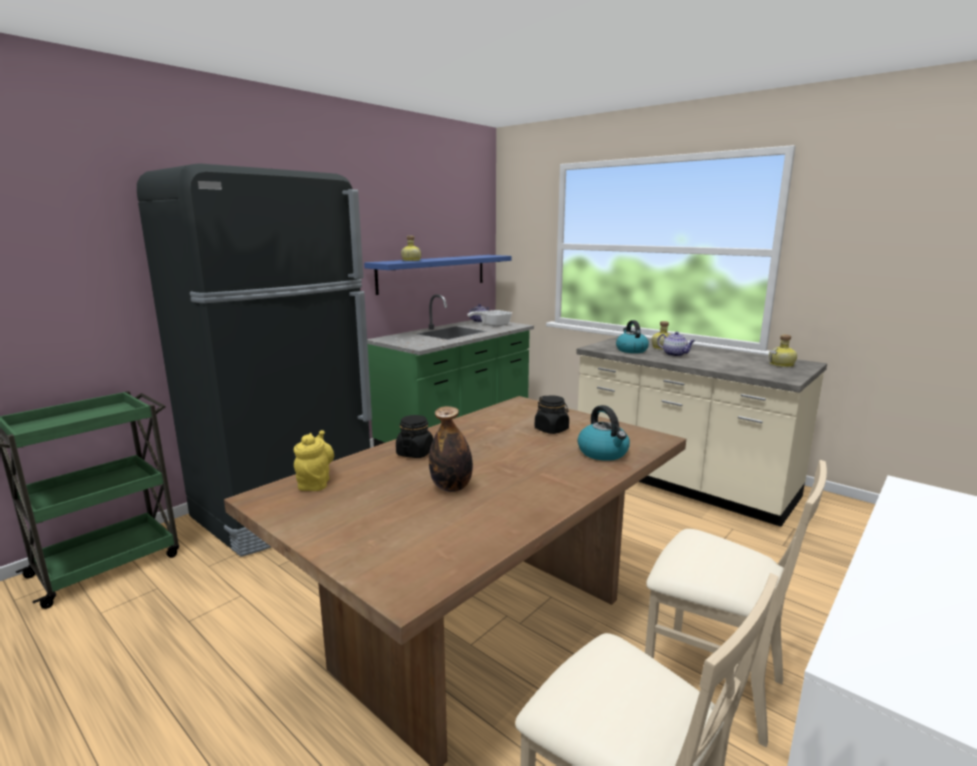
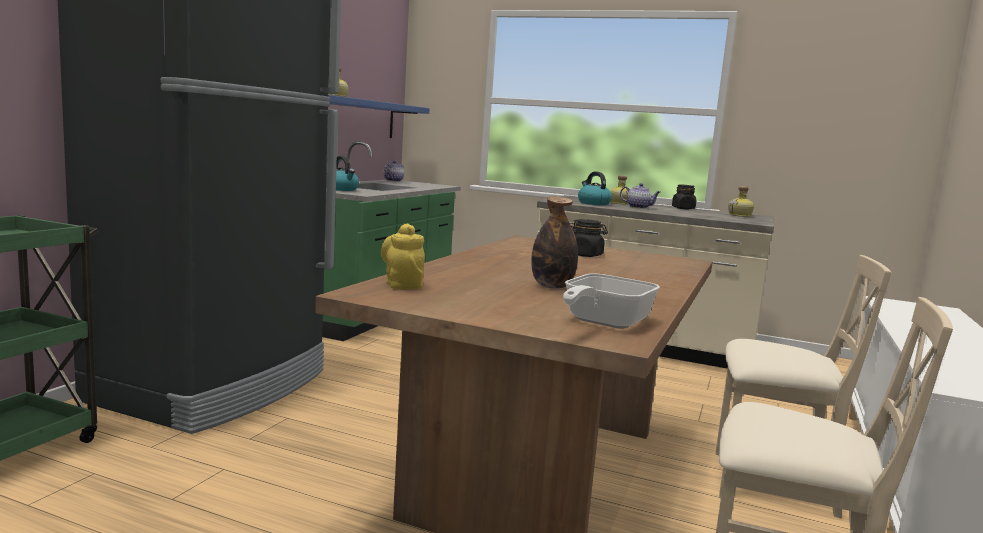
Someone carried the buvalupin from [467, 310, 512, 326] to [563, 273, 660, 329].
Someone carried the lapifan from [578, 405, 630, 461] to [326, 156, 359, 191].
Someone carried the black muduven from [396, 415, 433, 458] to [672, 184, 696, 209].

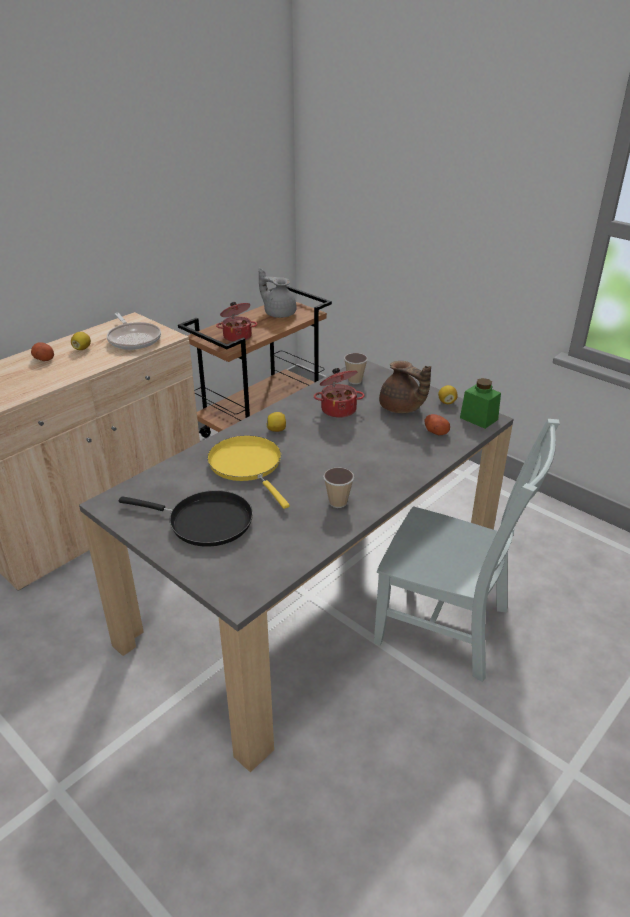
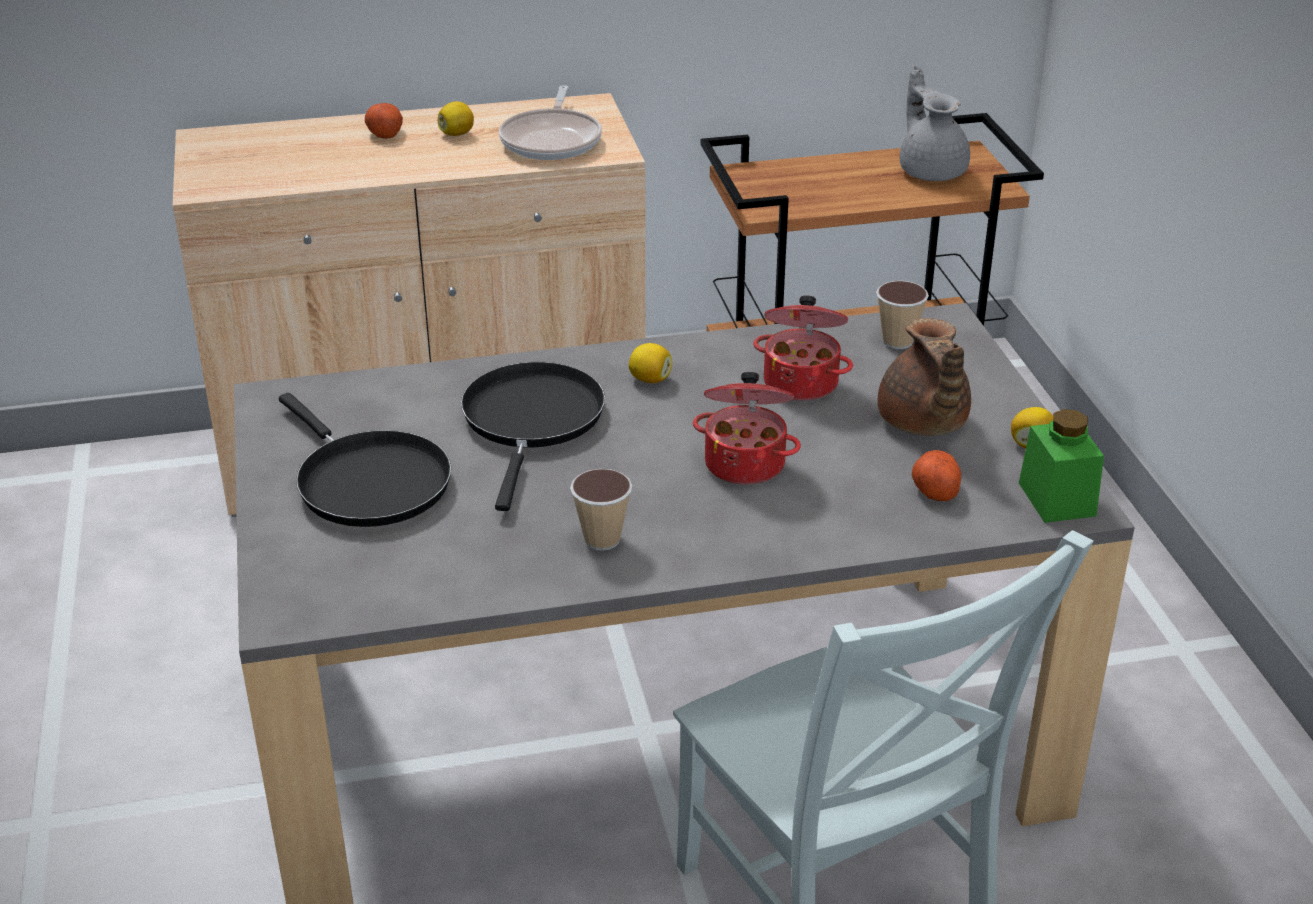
Someone carried the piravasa from [216, 302, 257, 342] to [693, 372, 801, 485].
Someone repainted the yellow buvalupin at [207, 435, 290, 509], which became the black buvalupin at [461, 362, 605, 511].

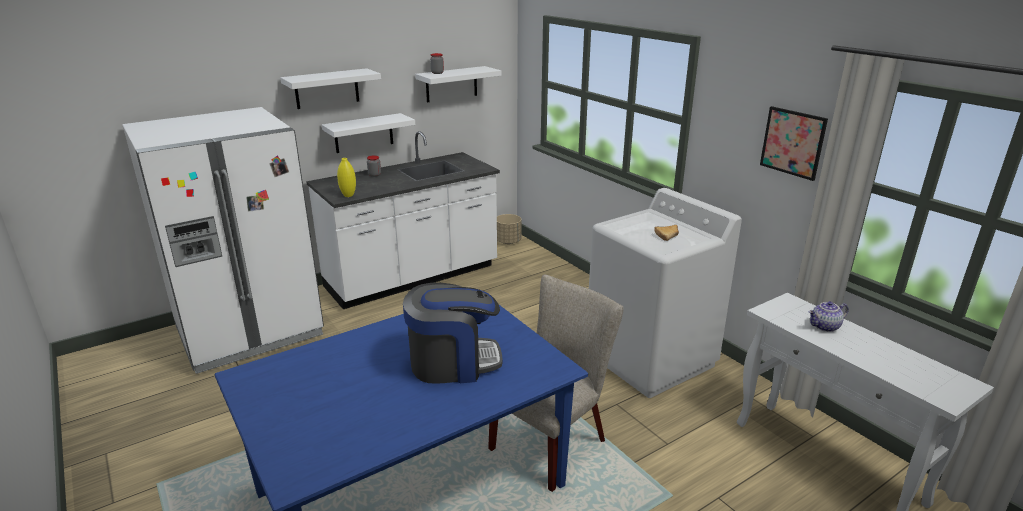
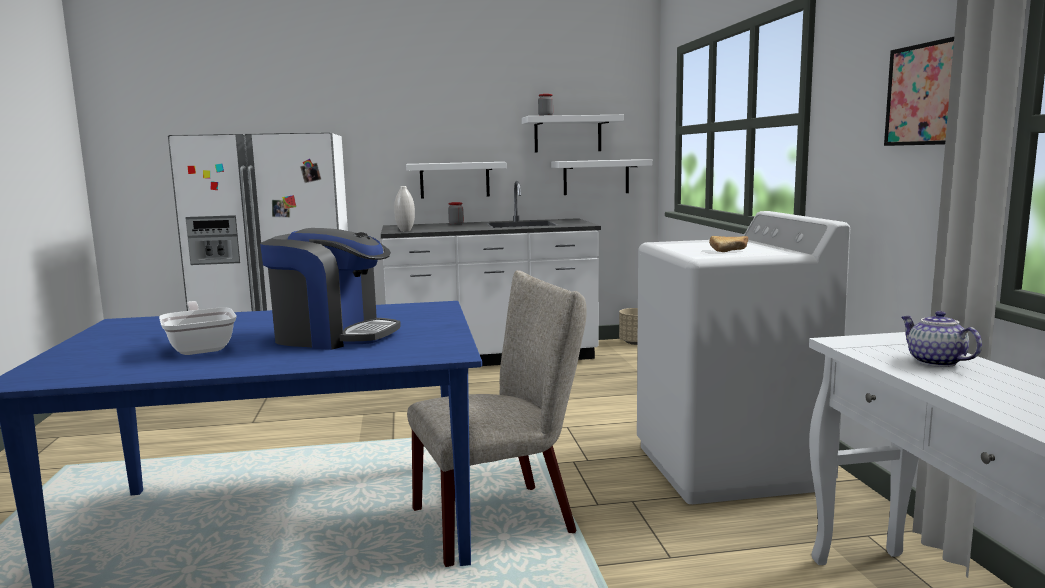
Someone carried the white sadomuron from [280, 68, 381, 109] to [551, 159, 652, 195].
Someone repainted the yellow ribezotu at [337, 158, 356, 197], which became the white ribezotu at [394, 186, 415, 232].
Someone rotated the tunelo at [809, 301, 849, 332] by 60 degrees clockwise.
Someone put down the buvalupin at [159, 301, 237, 355].

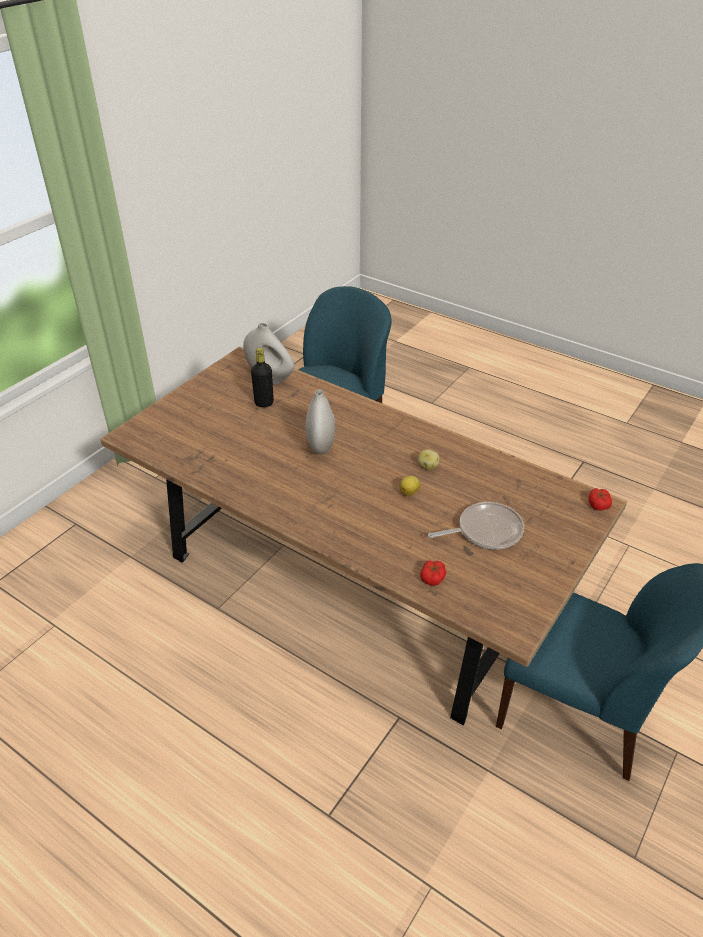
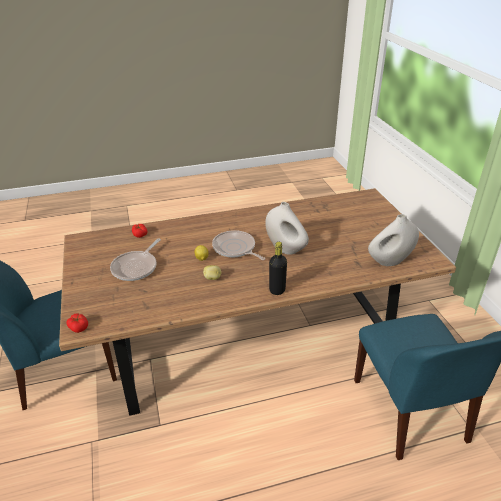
Someone carried the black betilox from [251, 348, 274, 407] to [269, 242, 287, 295].
Someone put down the buvalupin at [212, 230, 265, 260].

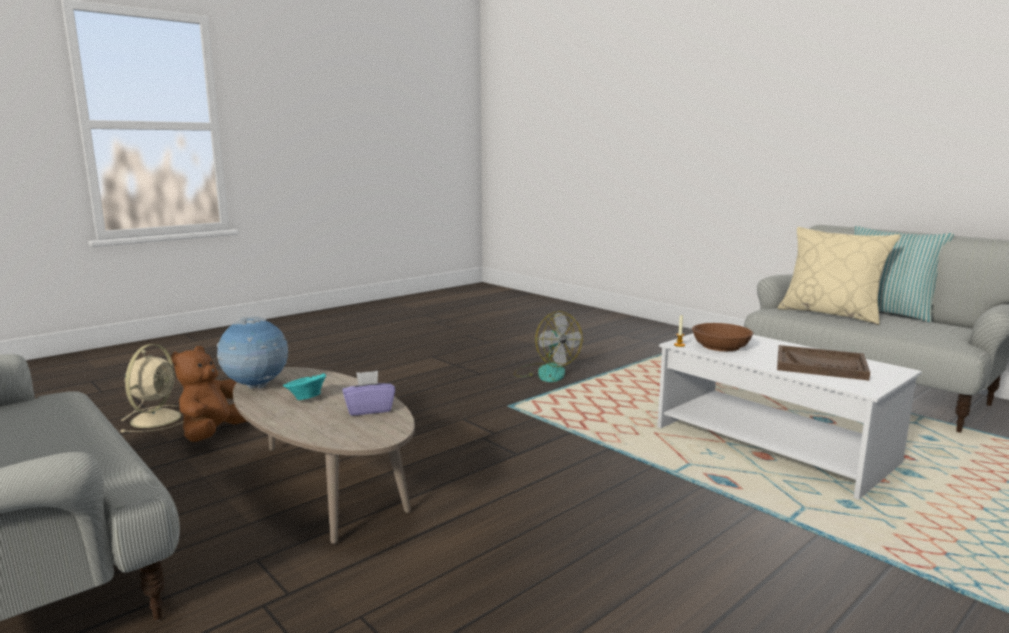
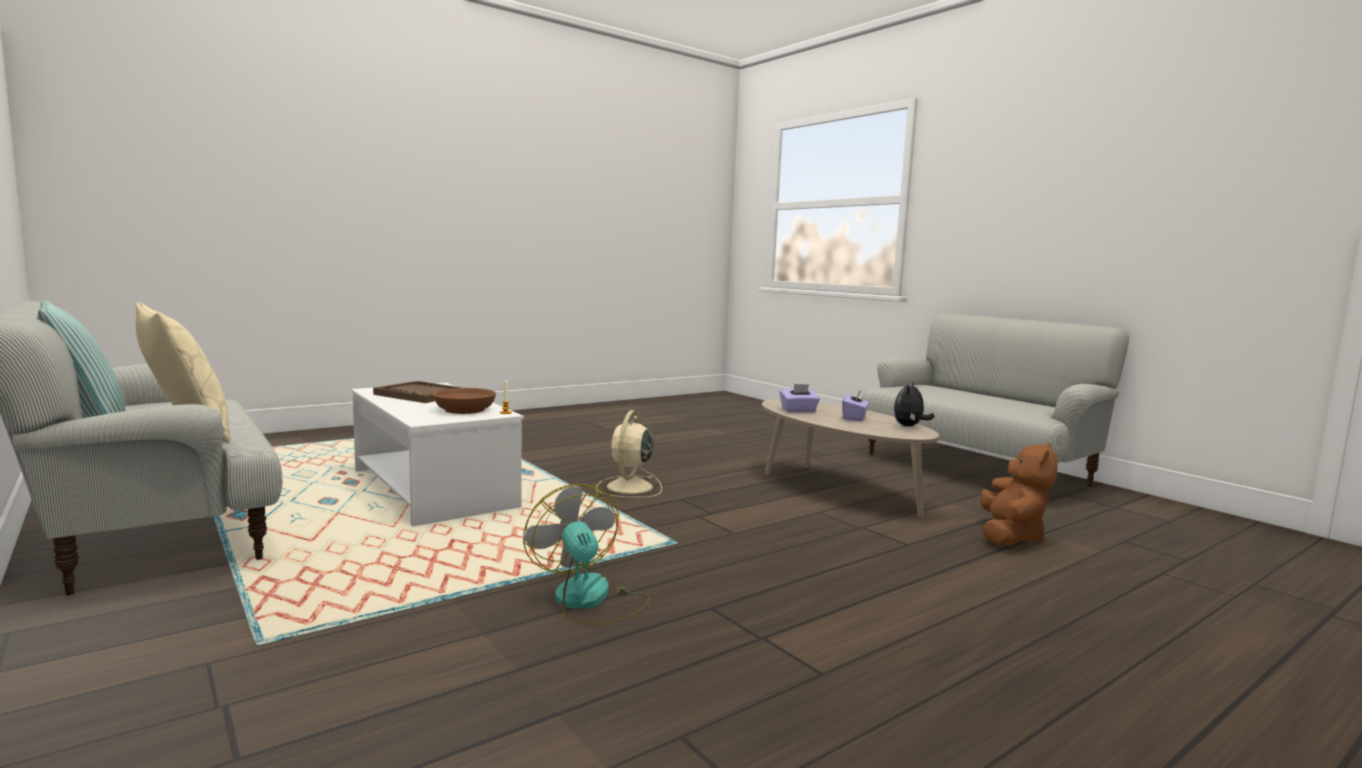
Someone swapped the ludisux at [217, 316, 288, 389] for the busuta at [894, 383, 934, 426].
Someone carried the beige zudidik from [120, 344, 183, 433] to [596, 410, 662, 498].
Someone swapped the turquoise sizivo at [283, 373, 326, 400] for the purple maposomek at [842, 390, 869, 421].

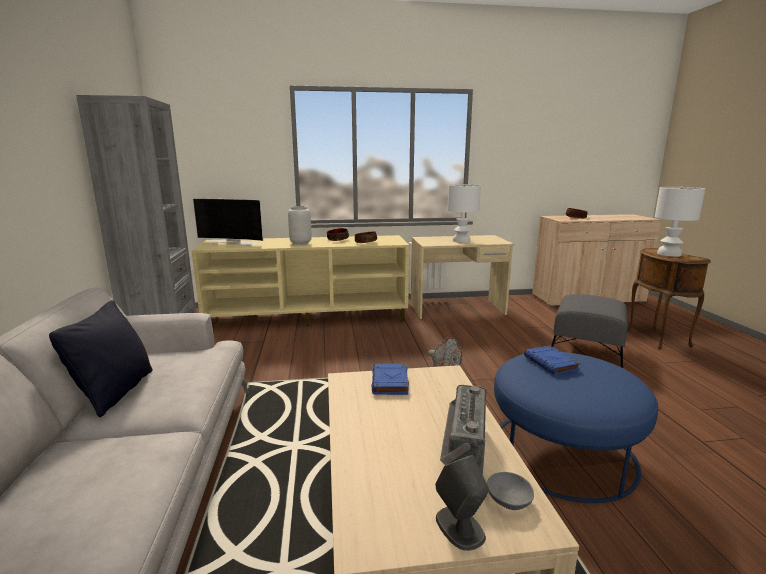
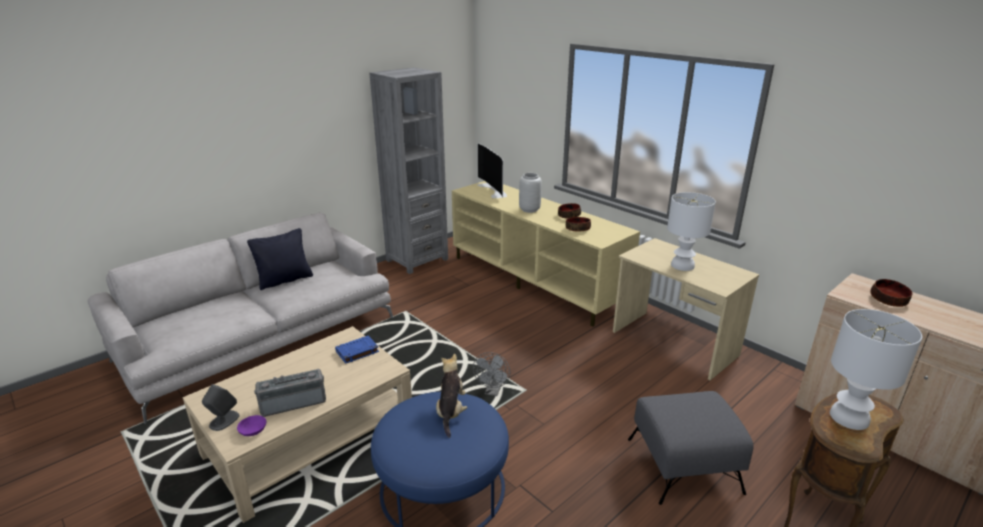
Someone swapped the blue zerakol at [524, 346, 581, 375] for the busuta at [436, 354, 467, 438].
Someone repainted the grey sizivo at [487, 472, 534, 510], which became the purple sizivo at [237, 415, 266, 436].

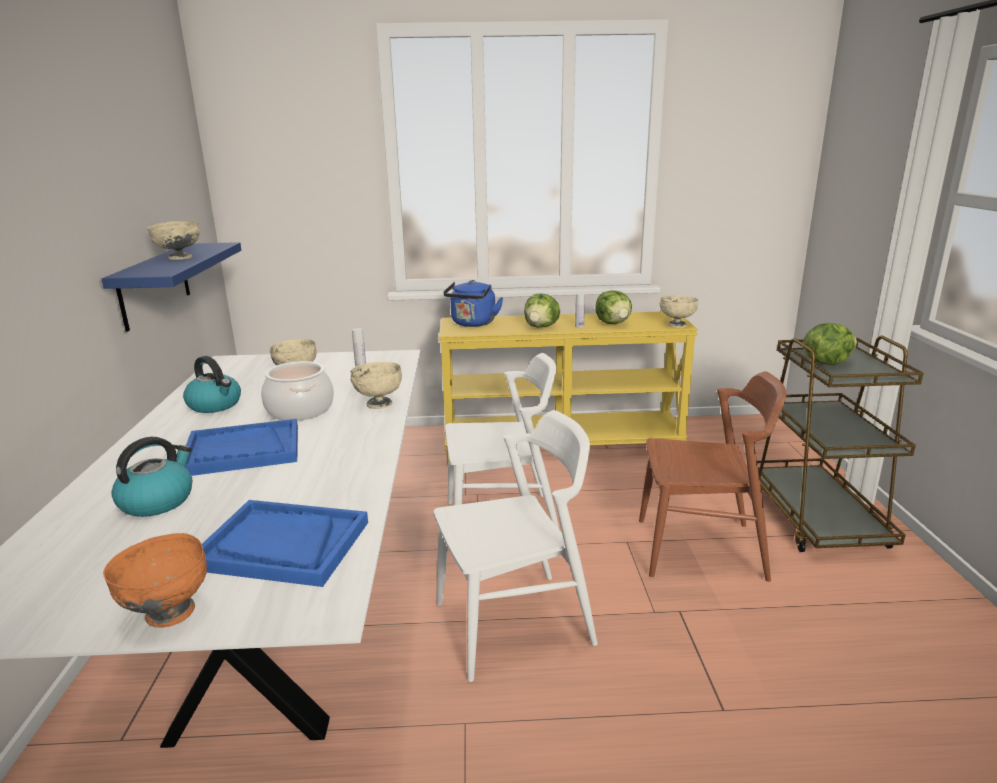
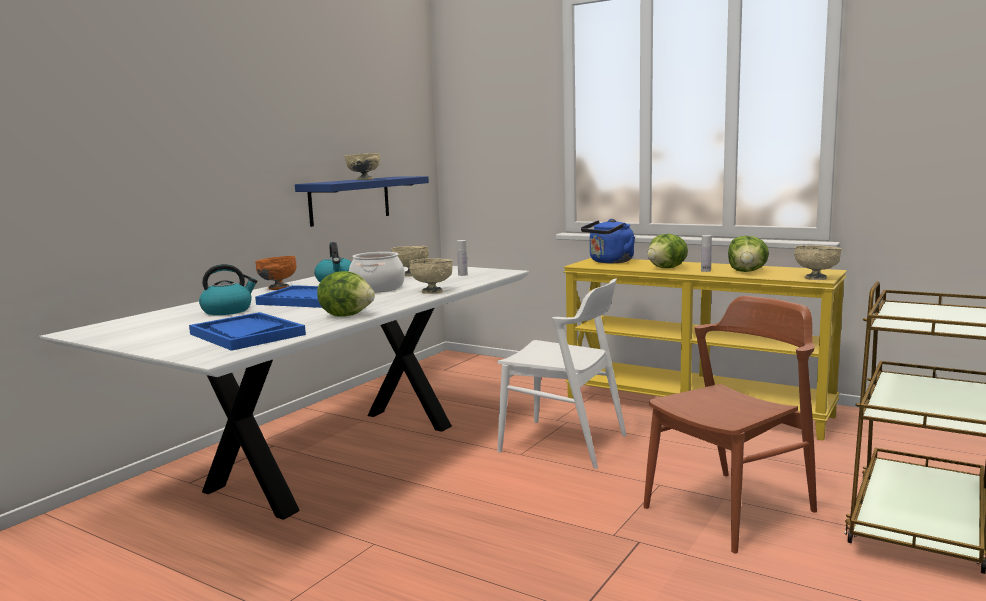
Someone carried the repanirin from [803, 323, 857, 365] to [317, 271, 375, 317].
Someone rotated the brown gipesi at [639, 371, 786, 582] by 75 degrees counterclockwise.
Someone took away the white gipesi at [434, 410, 598, 682].
Someone carried the orange sizivo from [103, 533, 207, 628] to [255, 256, 296, 290].

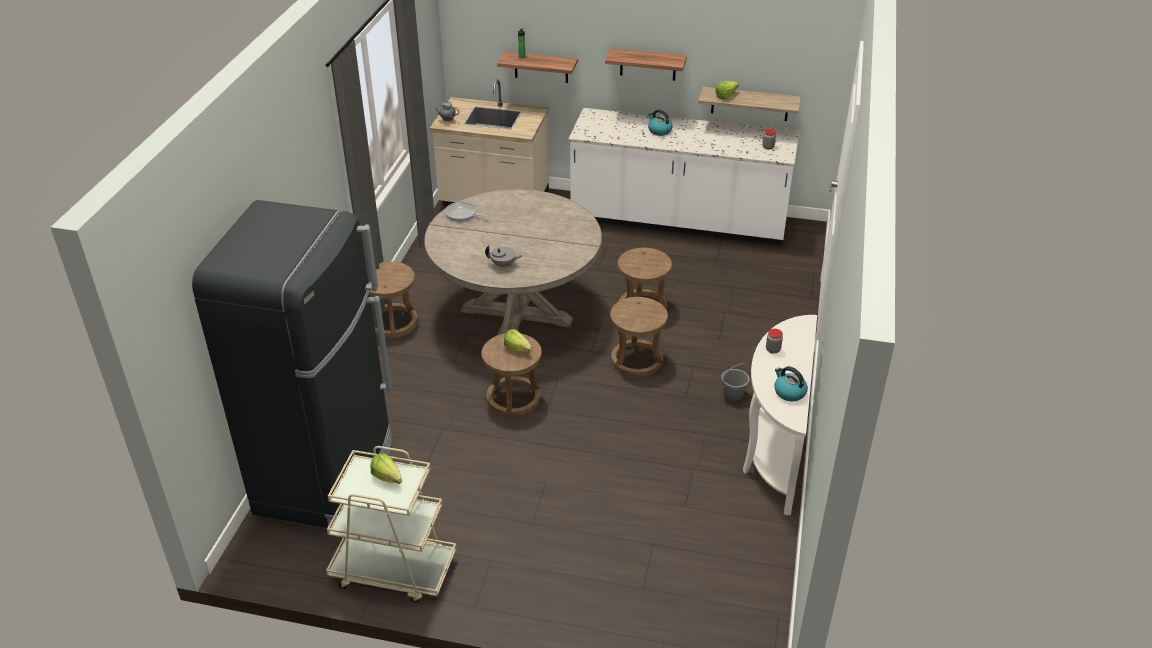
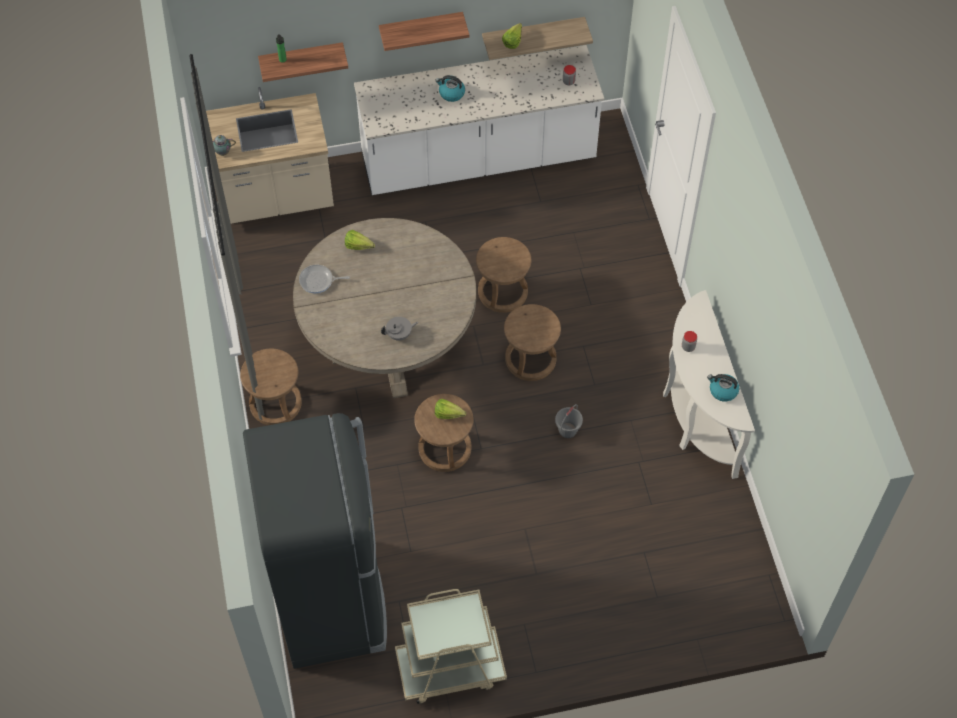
Someone carried the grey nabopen from [721, 363, 750, 402] to [555, 404, 583, 438].
Someone carried the repanirin from [370, 453, 402, 484] to [345, 230, 375, 250].

